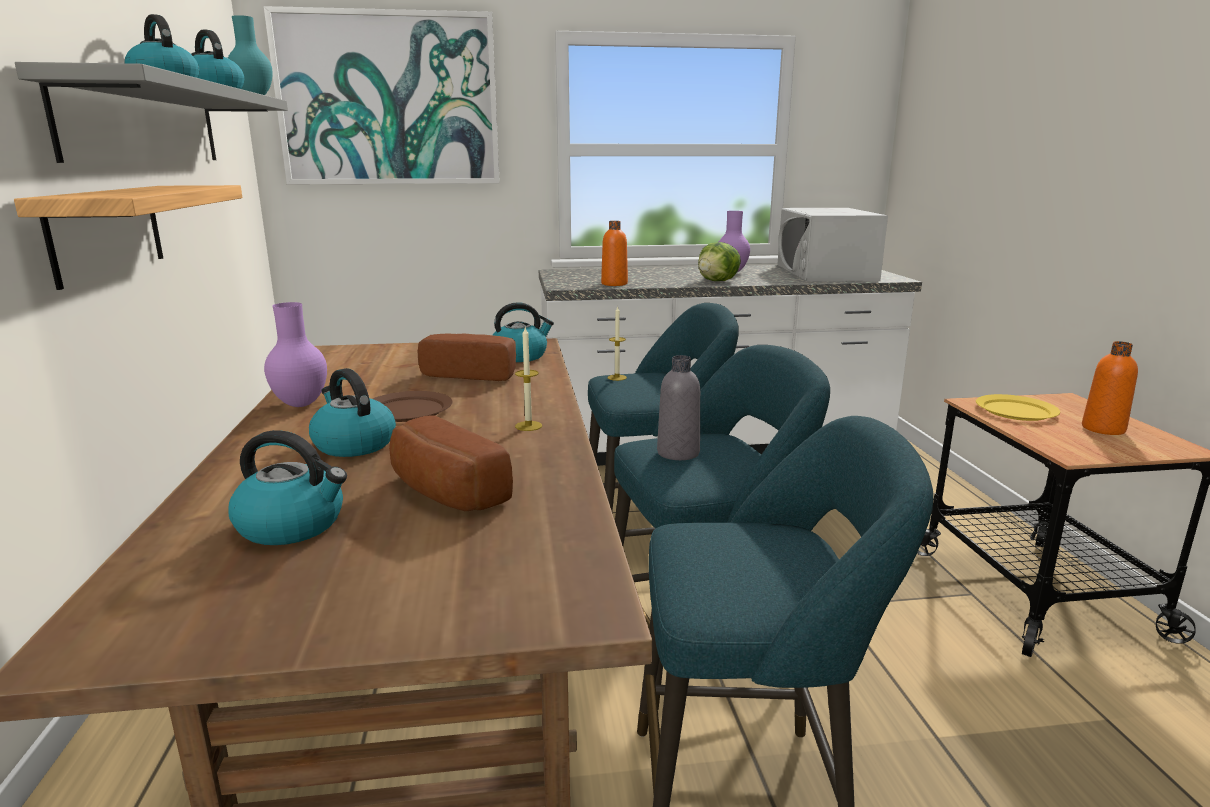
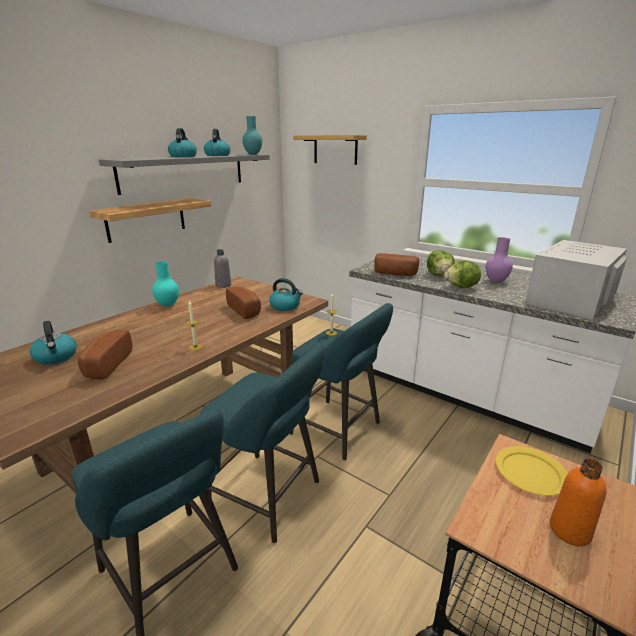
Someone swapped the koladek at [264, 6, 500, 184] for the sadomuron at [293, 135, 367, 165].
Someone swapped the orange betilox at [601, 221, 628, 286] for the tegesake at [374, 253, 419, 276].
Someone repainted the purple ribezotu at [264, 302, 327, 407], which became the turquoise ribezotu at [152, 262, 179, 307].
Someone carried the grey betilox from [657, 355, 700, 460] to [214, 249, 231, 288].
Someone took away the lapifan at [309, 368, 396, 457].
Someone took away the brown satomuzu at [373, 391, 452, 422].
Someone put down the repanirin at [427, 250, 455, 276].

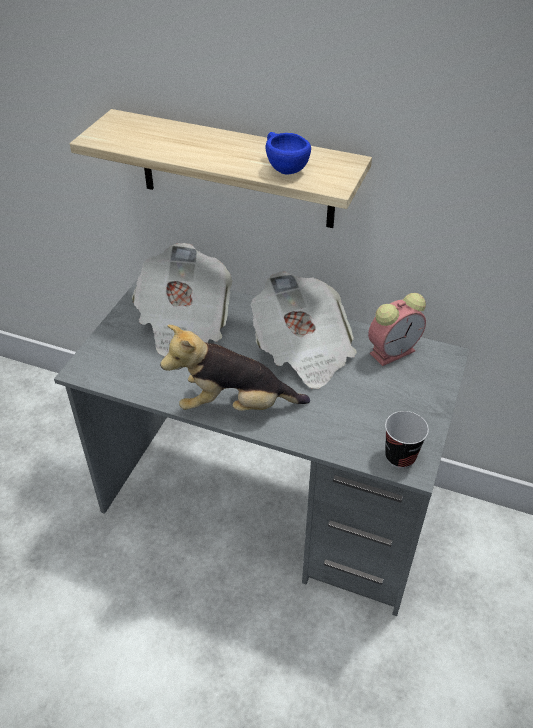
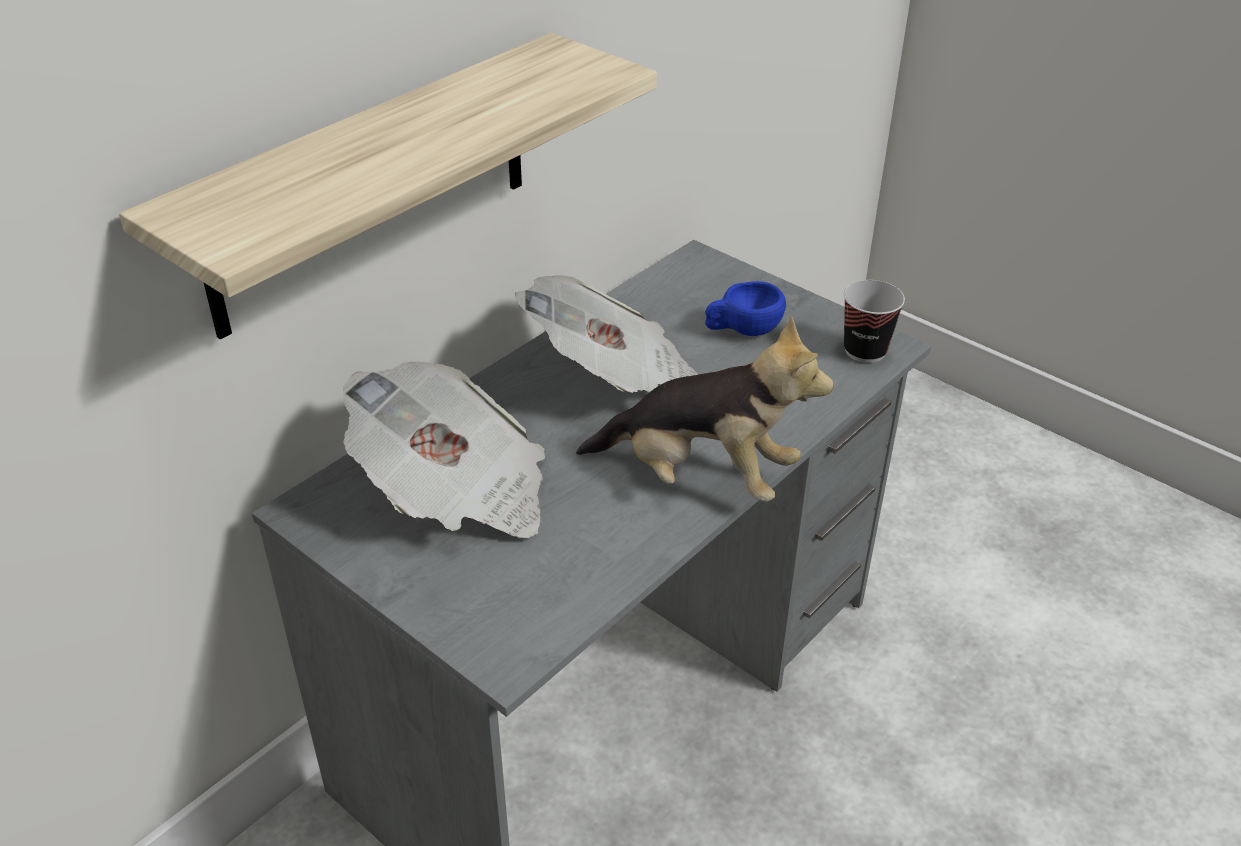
Someone carried the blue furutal from [266, 132, 311, 174] to [705, 281, 786, 336].
Someone took away the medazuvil at [368, 293, 426, 366].
Someone rotated the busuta at [160, 325, 310, 411] by 90 degrees counterclockwise.

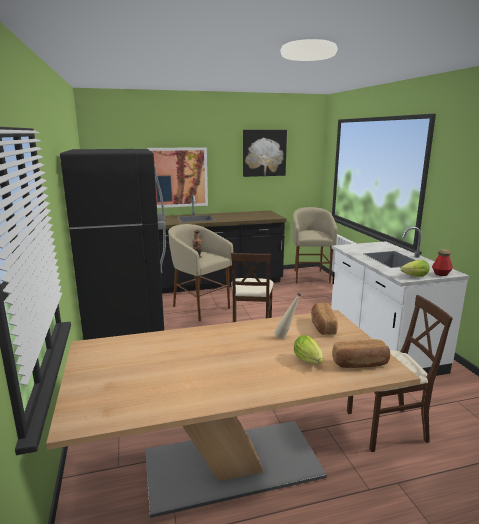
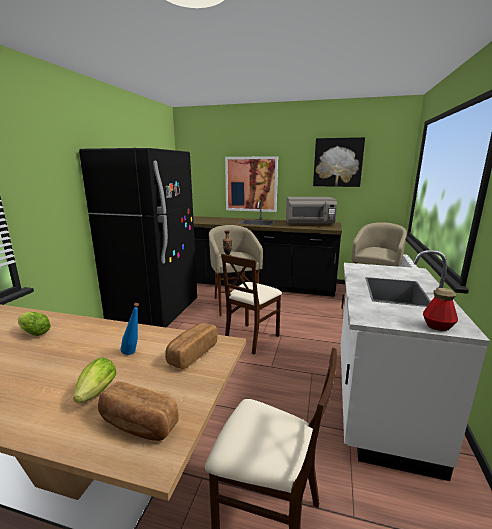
Someone carried the repanirin from [400, 260, 430, 277] to [18, 312, 51, 336].
Someone repainted the beige betilox at [274, 293, 301, 339], which became the blue betilox at [121, 303, 139, 355].
Someone put down the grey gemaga at [286, 197, 337, 225].

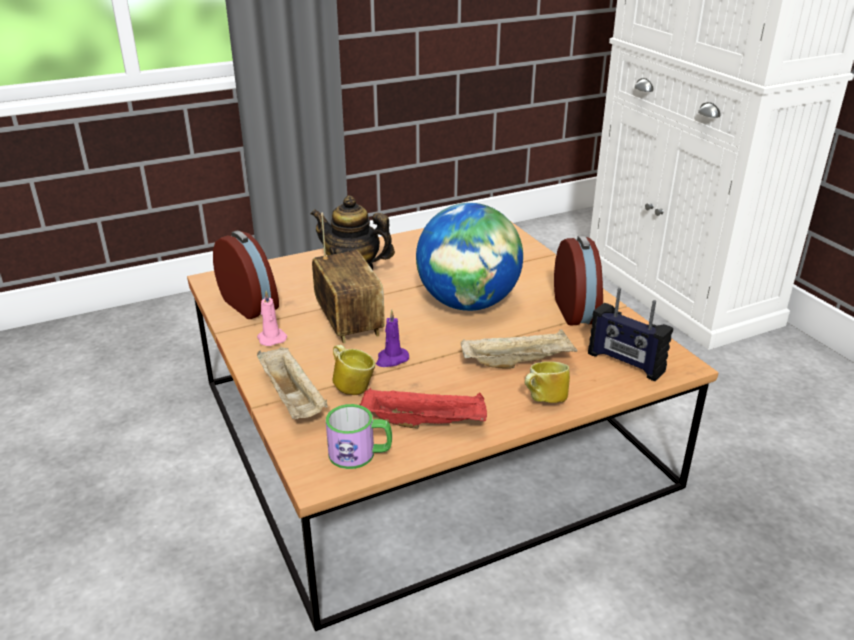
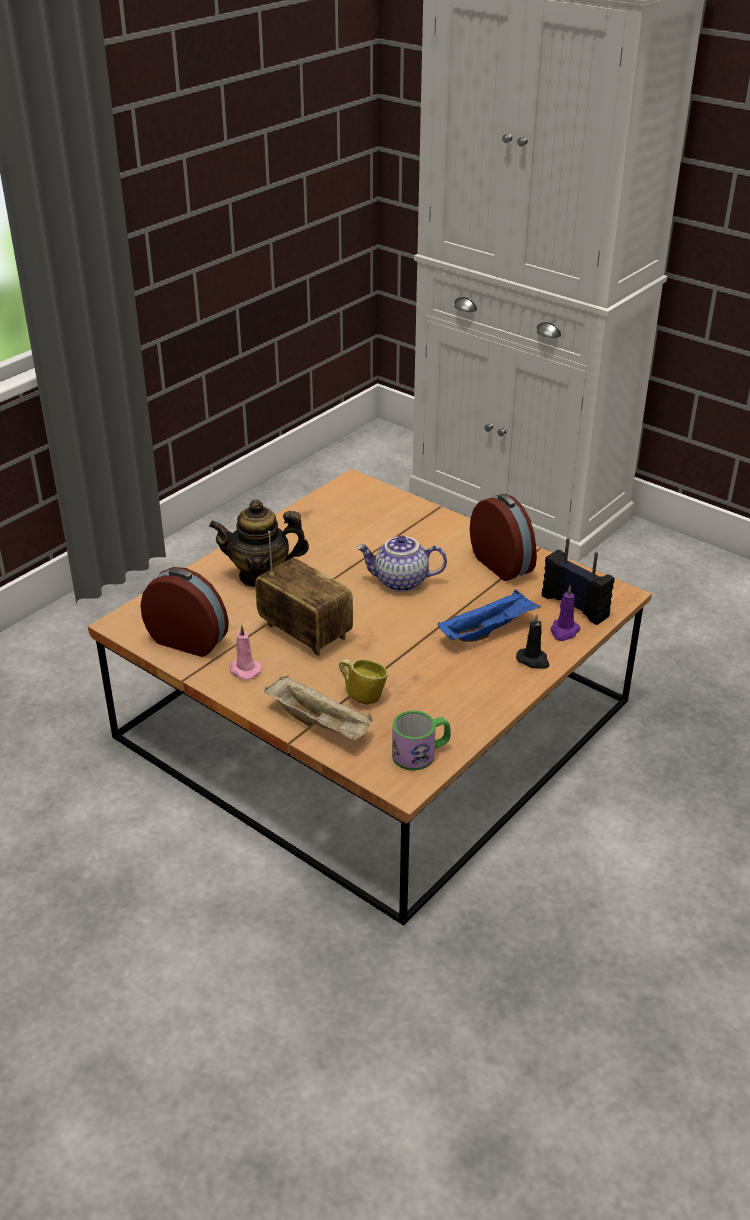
Someone swapped the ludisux at [416, 203, 523, 311] for the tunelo at [356, 536, 447, 592].
Someone rotated the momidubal at [588, 288, 673, 381] by 150 degrees counterclockwise.
Someone carried the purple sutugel from [376, 309, 409, 367] to [550, 586, 581, 641].
Someone repainted the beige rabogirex at [461, 329, 578, 369], which became the blue rabogirex at [438, 589, 541, 642].
Someone swapped the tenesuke at [524, 361, 570, 403] for the black sutugel at [516, 614, 550, 669].
Someone took away the red rabogirex at [360, 388, 487, 429].

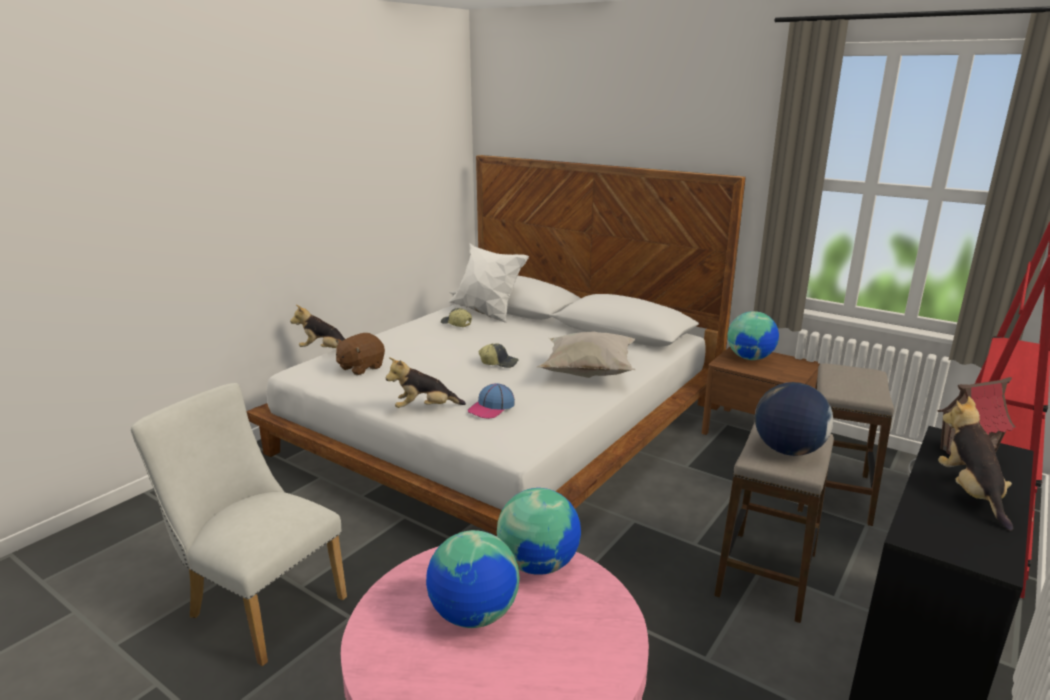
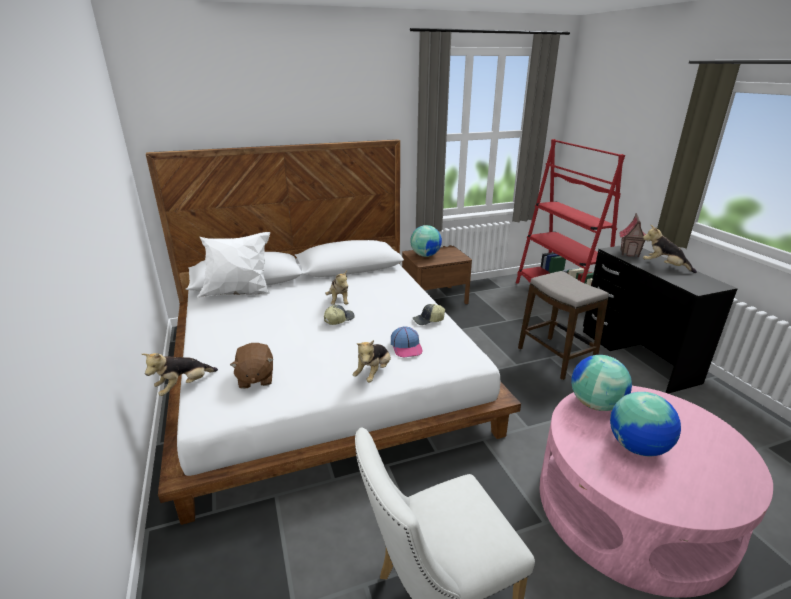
Someone carried the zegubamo from [441, 308, 472, 327] to [413, 304, 445, 325].
Someone took away the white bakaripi at [537, 331, 636, 378].
Someone took away the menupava at [798, 363, 894, 526].
Someone took away the ludisux at [755, 382, 833, 456].
Someone put down the busuta at [325, 271, 349, 305].

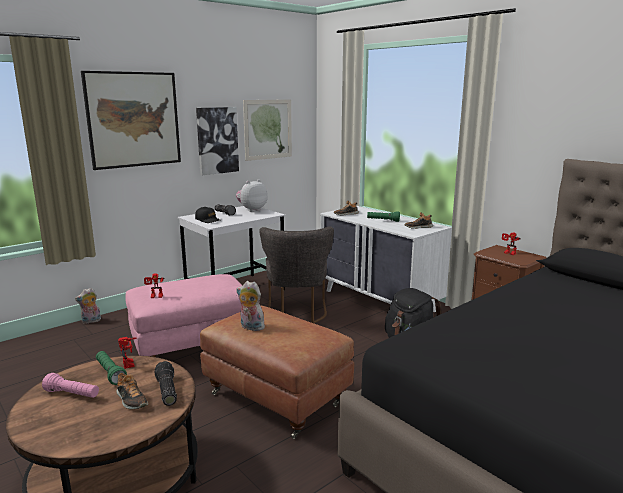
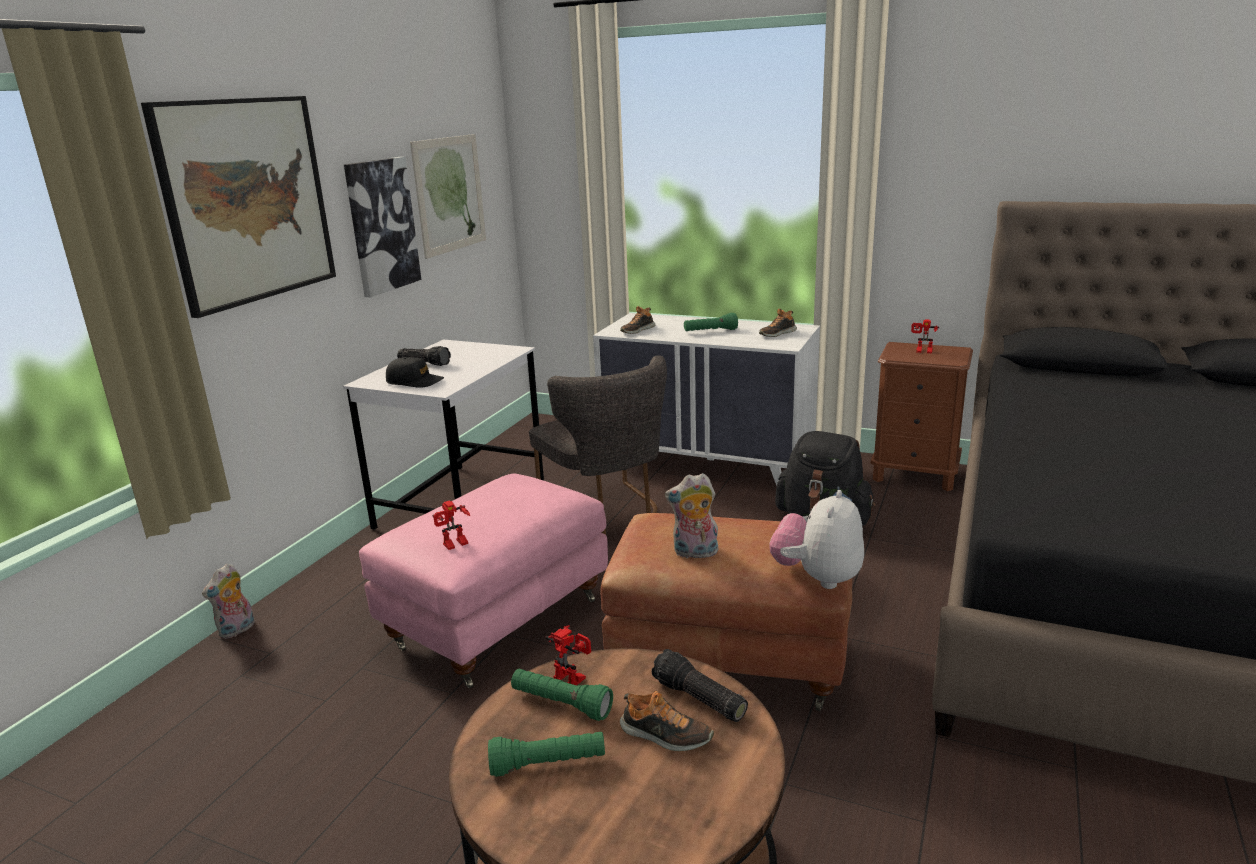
Someone carried the busuta from [236, 179, 268, 212] to [769, 490, 864, 589].
Someone repainted the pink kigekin at [42, 373, 99, 398], which became the green kigekin at [488, 732, 605, 777].

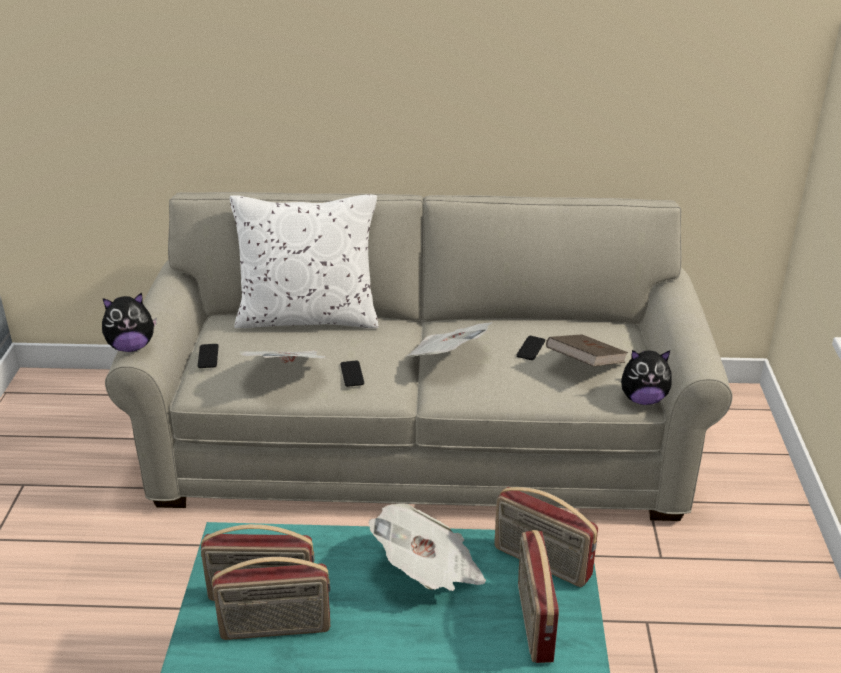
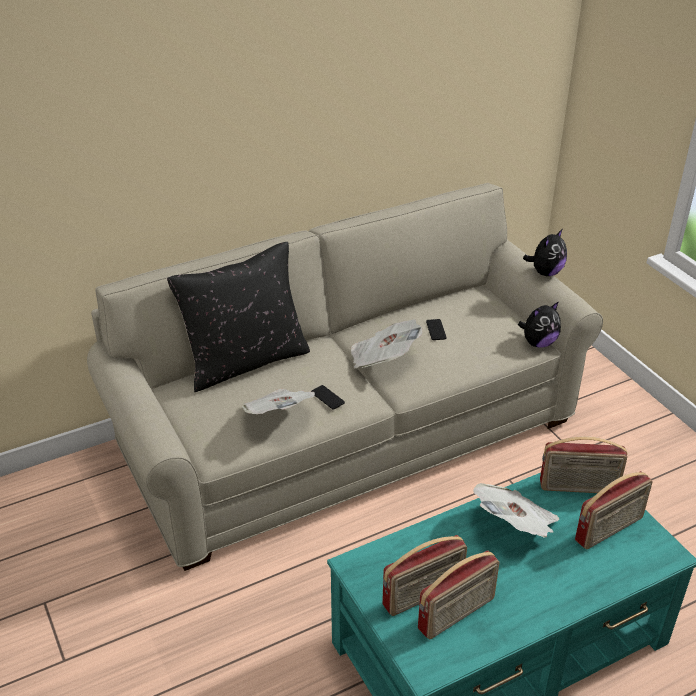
Someone repainted the white bakaripi at [230, 194, 379, 328], which became the black bakaripi at [167, 242, 310, 392].
Someone carried the busuta from [102, 293, 157, 352] to [523, 229, 567, 276].
Someone took away the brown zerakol at [546, 334, 628, 367].
Someone took away the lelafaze at [198, 344, 218, 368].
Someone rotated the momidubal at [518, 530, 559, 663] by 90 degrees counterclockwise.

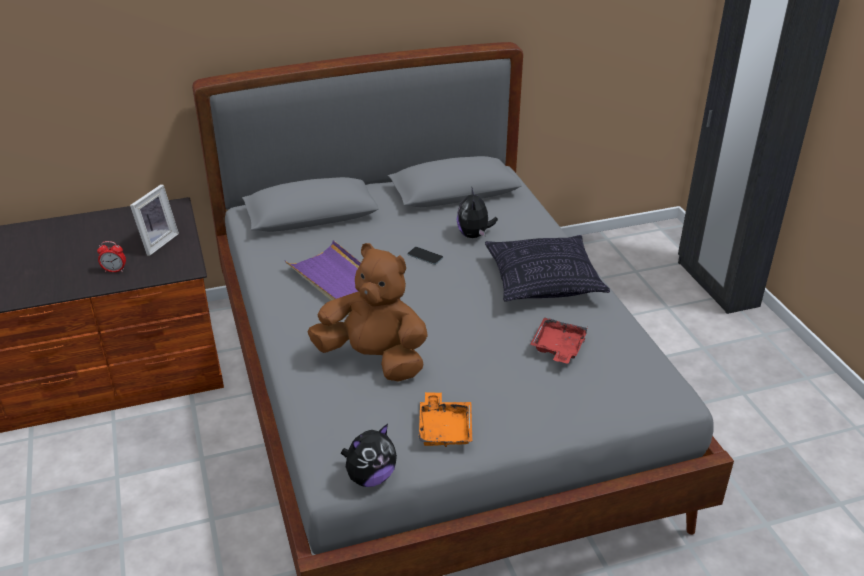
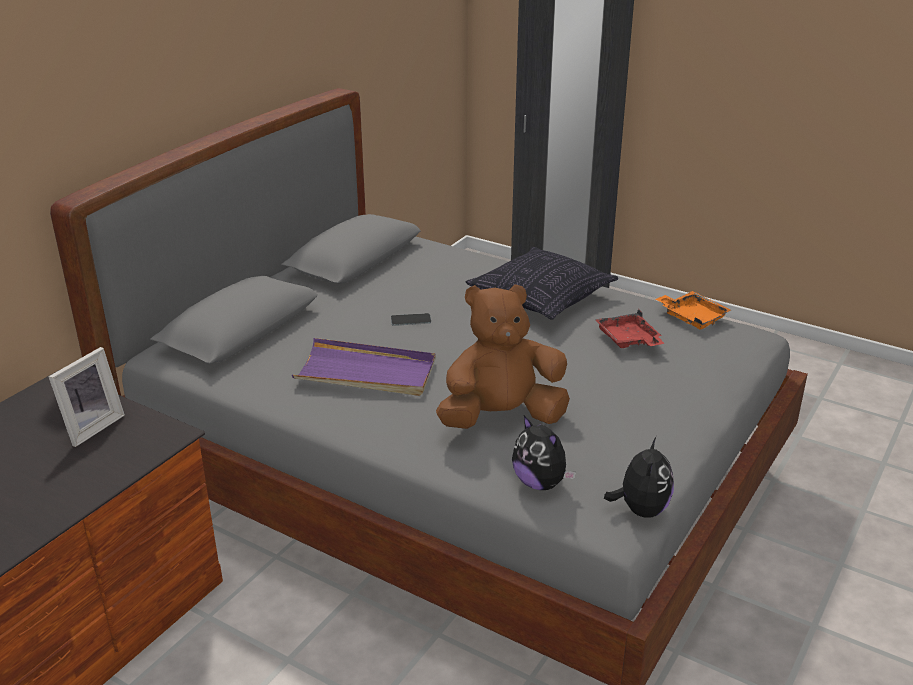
Someone rotated the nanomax at [130, 184, 179, 256] by 45 degrees clockwise.
Someone carried the busuta from [457, 187, 498, 238] to [512, 416, 576, 490].
Someone took away the medazuvil at [97, 241, 126, 272].
Someone carried the orange rabogirex from [419, 392, 472, 447] to [655, 291, 731, 330].

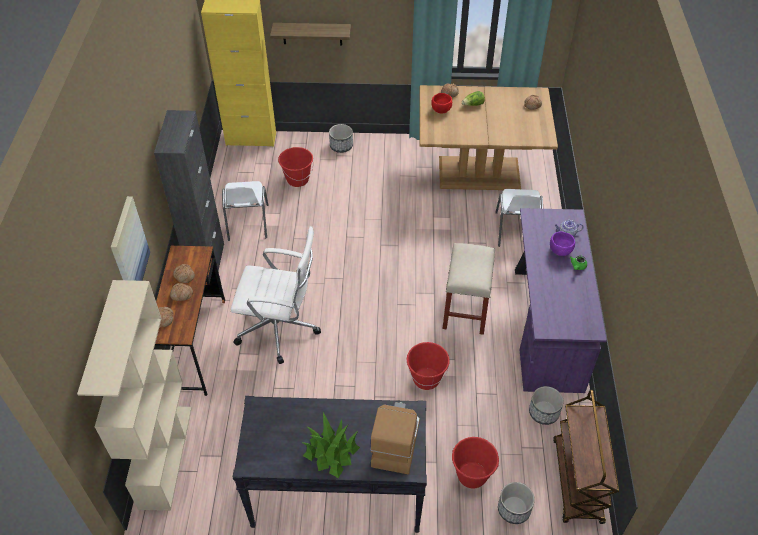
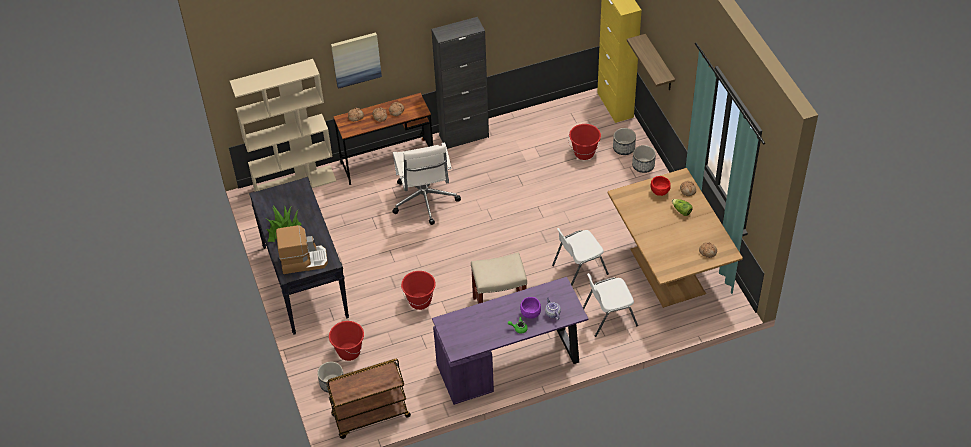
Someone carried the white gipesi from [222, 181, 268, 241] to [552, 228, 609, 286].
Someone carried the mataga from [529, 386, 564, 425] to [613, 128, 636, 155].

